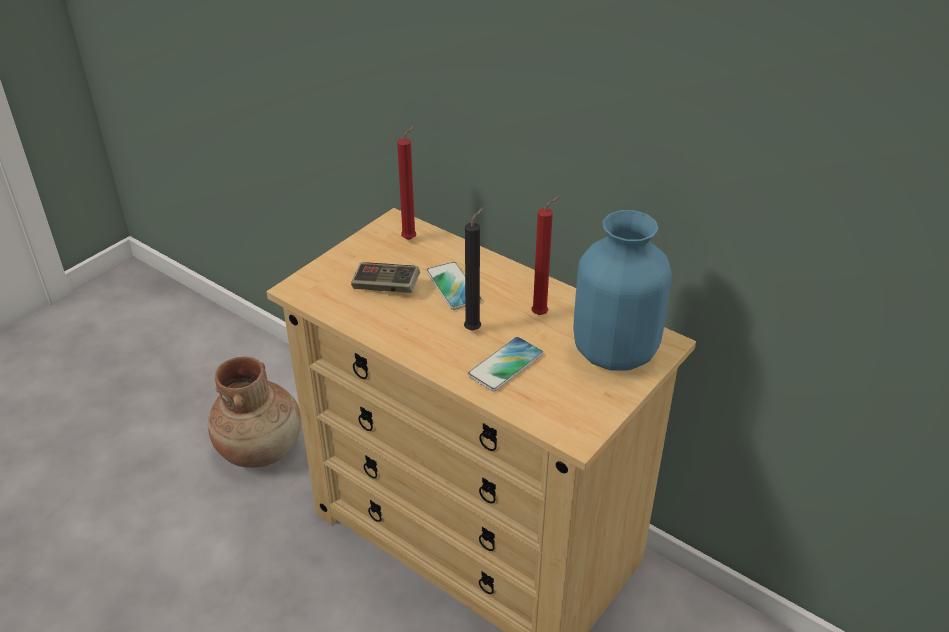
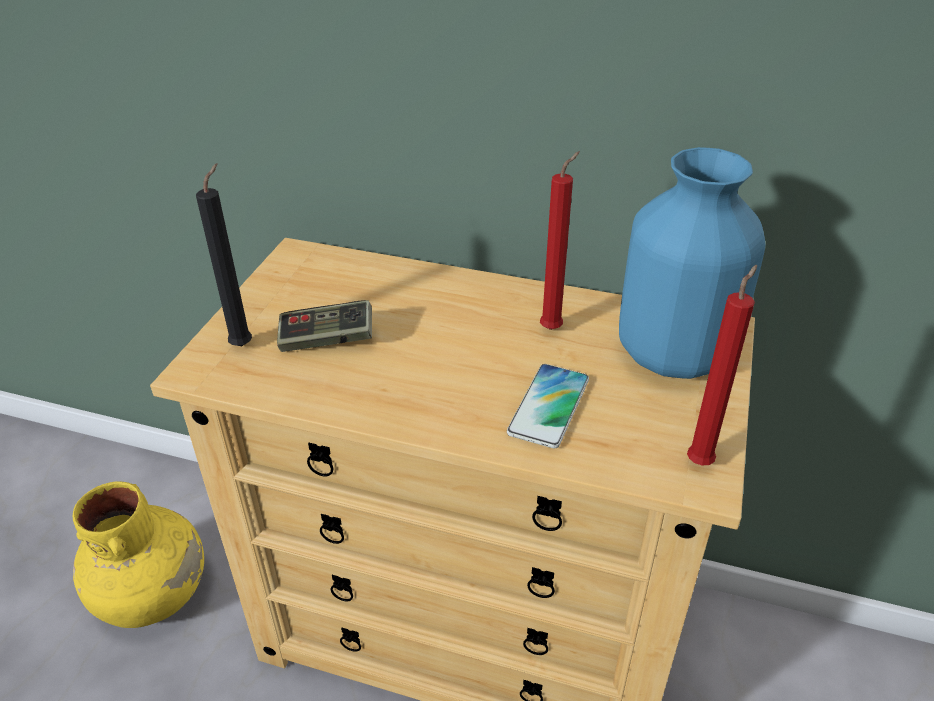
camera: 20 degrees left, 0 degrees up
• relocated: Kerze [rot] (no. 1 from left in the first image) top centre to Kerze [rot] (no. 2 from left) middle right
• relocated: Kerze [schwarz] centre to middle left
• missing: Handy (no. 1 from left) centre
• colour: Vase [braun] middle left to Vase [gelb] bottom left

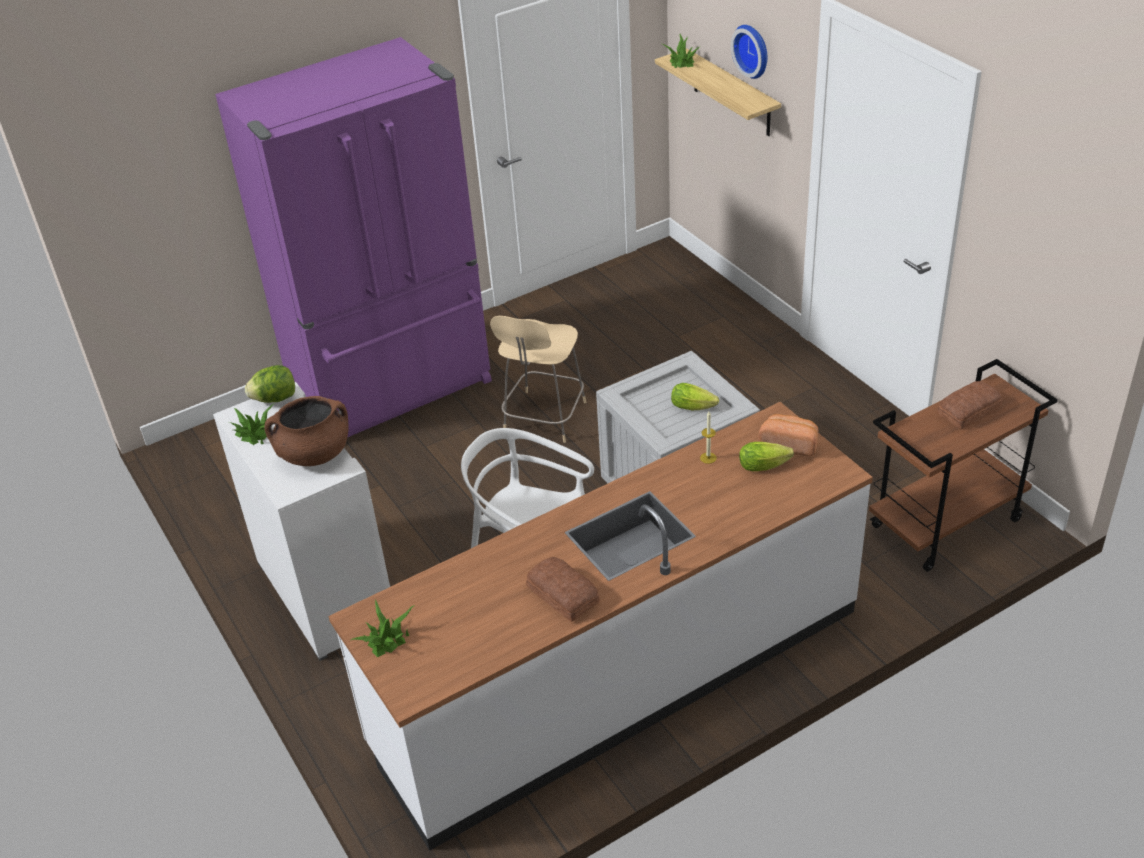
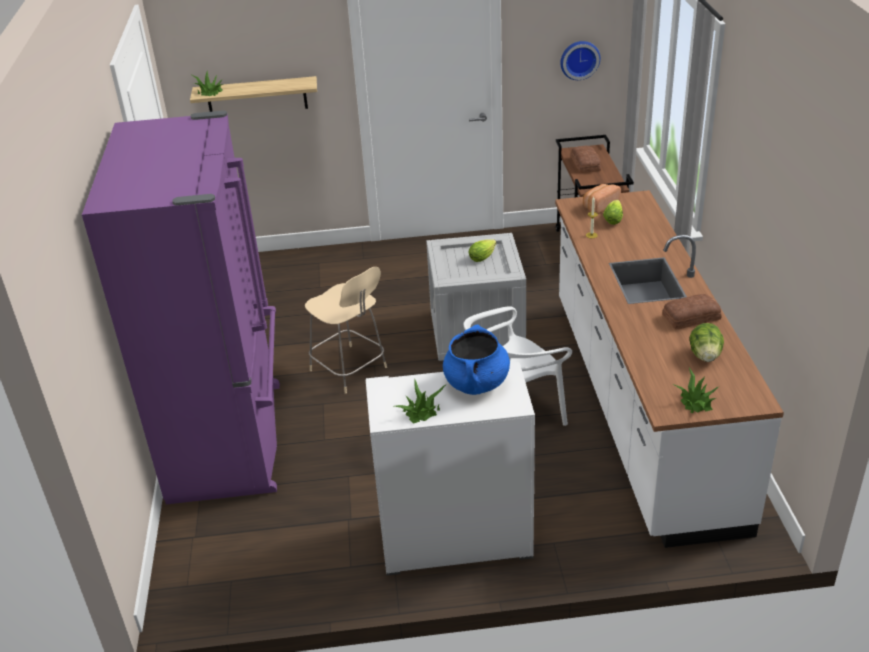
camera: 65 degrees left, 5 degrees down
• relocated: Wanduhr top centre to top right
• relocated: Salatkopf (no. 1 from left in the first image) middle left to Salatkopf (no. 3 from left) middle right
• colour: Kochtopf [braun] middle left to Kochtopf [blau] centre

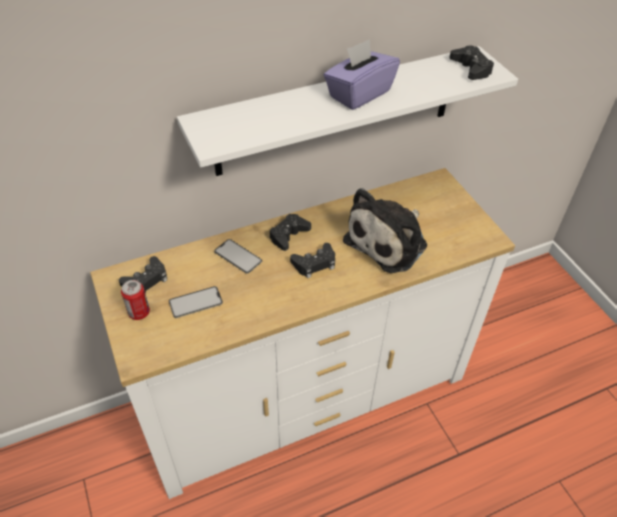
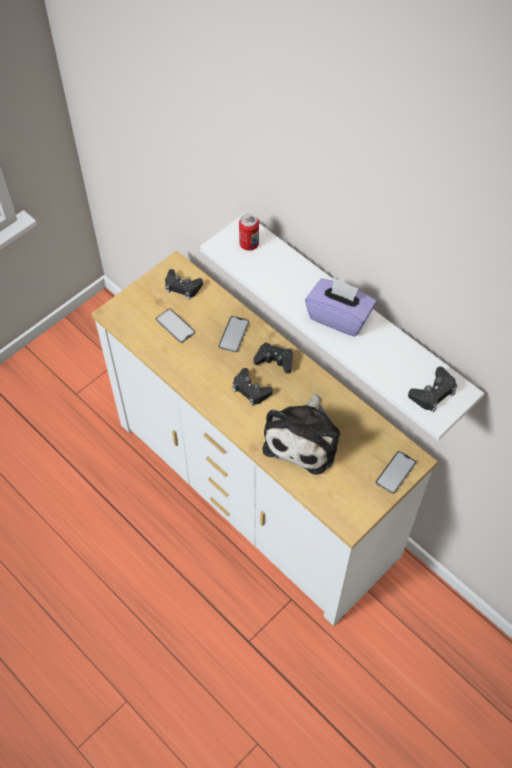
camera: 70 degrees right, 10 degrees up
• spun: Plüschtier centre = centre 90 degrees counterclockwise
• relocated: Dose middle left to top centre
• appeared: Handy (no. 3 from left) middle right

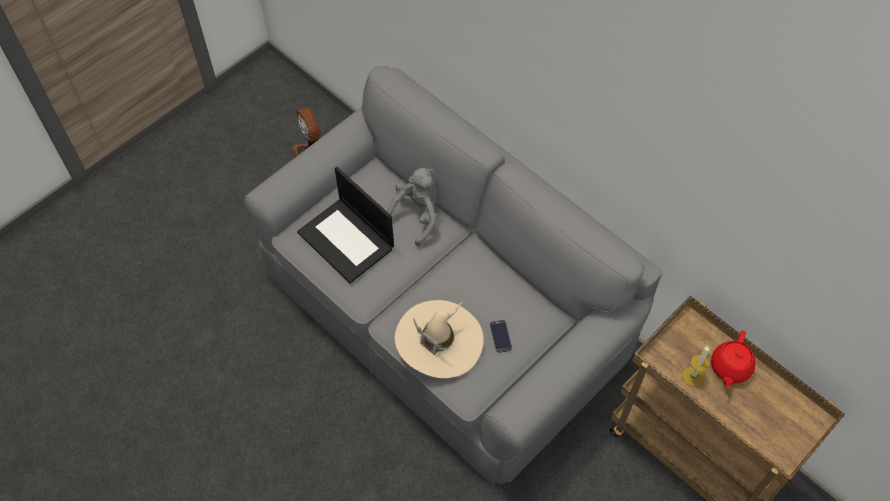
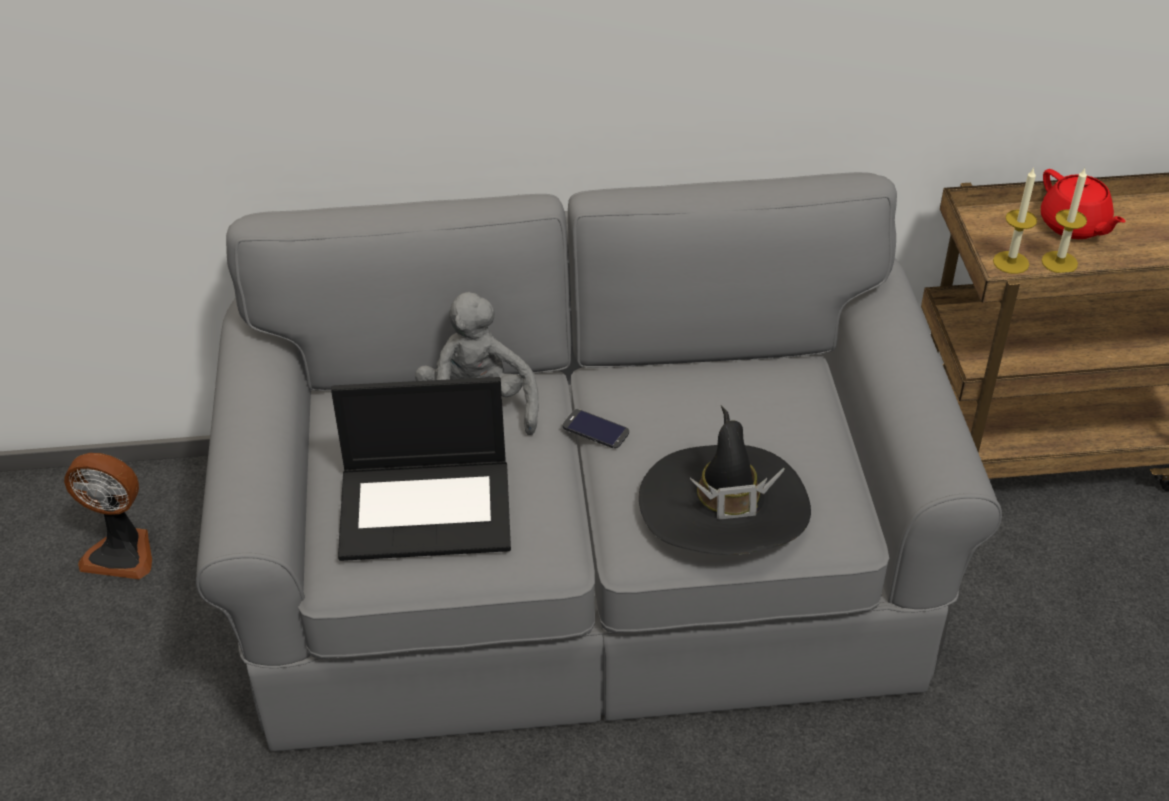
camera: 50 degrees left, 15 degrees down
• colour: Hut [beige] bottom centre to Hut [schwarz] centre
• relocated: Handy bottom centre to centre
• appeared: Kerze (no. 1 from left) top right

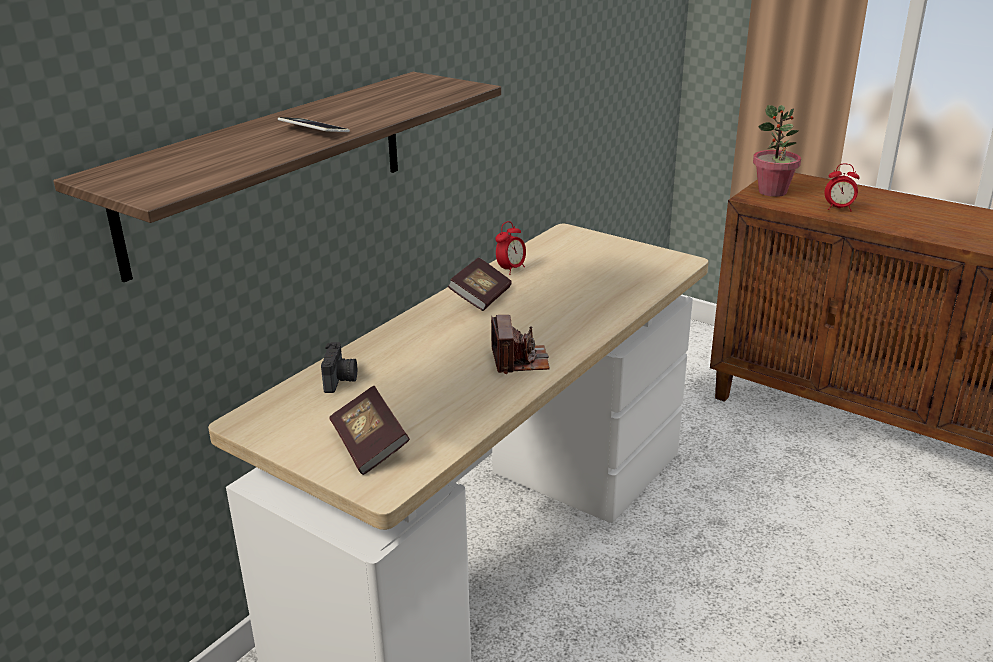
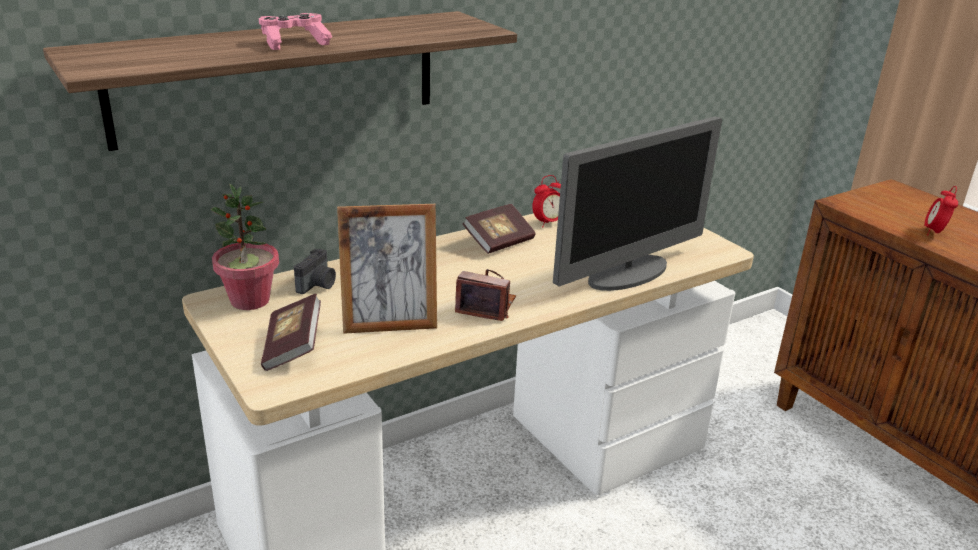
camera: 20 degrees right, 0 degrees up
• relocated: Topfpflanze top right to middle left
• exchanged: Handy top left to Gamepad [rosa] top left
• spun: Wecker (no. 2 from left) top right = middle right 75 degrees clockwise
• spun: Kamera (no. 2 from left) centre = centre 90 degrees counterclockwise
• appeared: Monitor centre
• appeared: Bilderrahmen centre

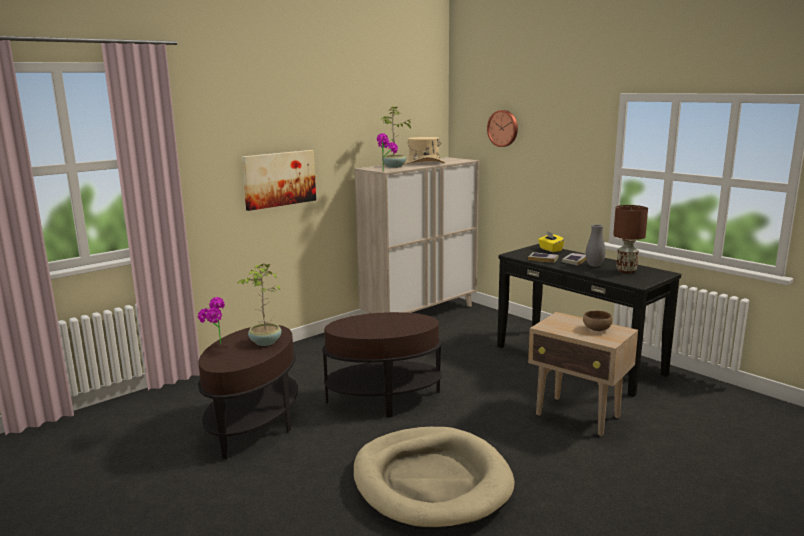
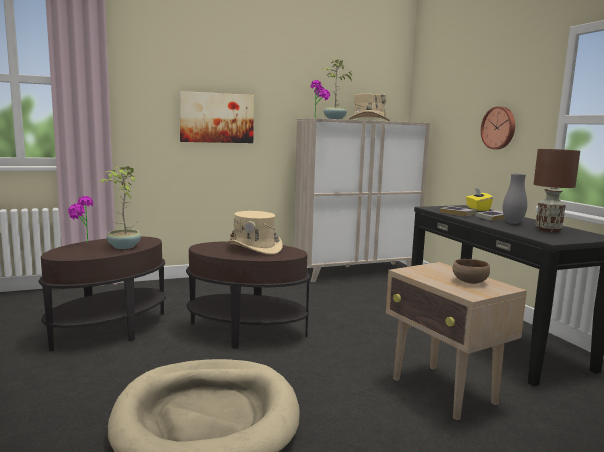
camera: 20 degrees right, 5 degrees down
• relocated: Wanduhr top centre to top right
• appeared: Hut [beige] (no. 1 from left) centre

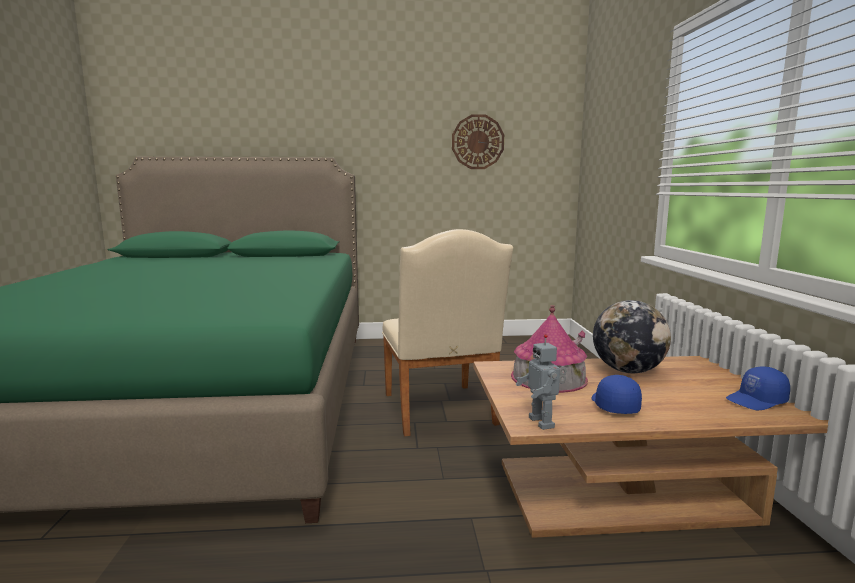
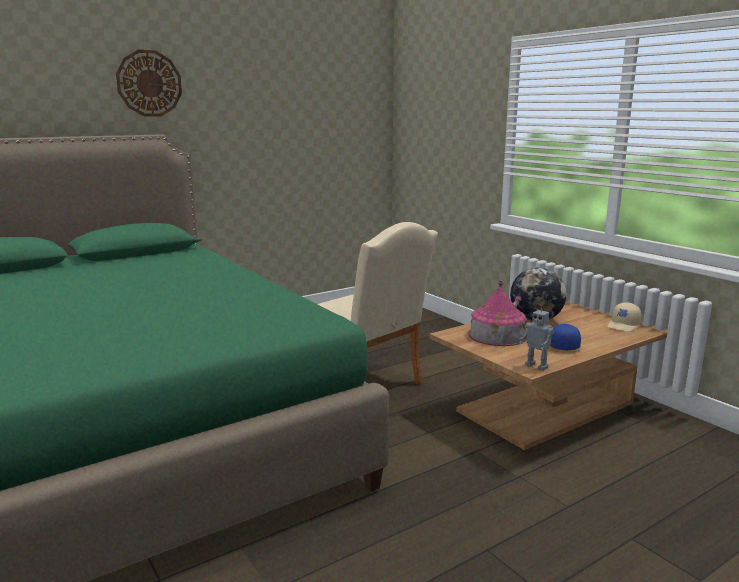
camera: 30 degrees left, 5 degrees up
• relocated: Wanduhr top centre to top left
• colour: Kappe [blau] (no. 2 from left) middle right to Kappe [beige] middle right

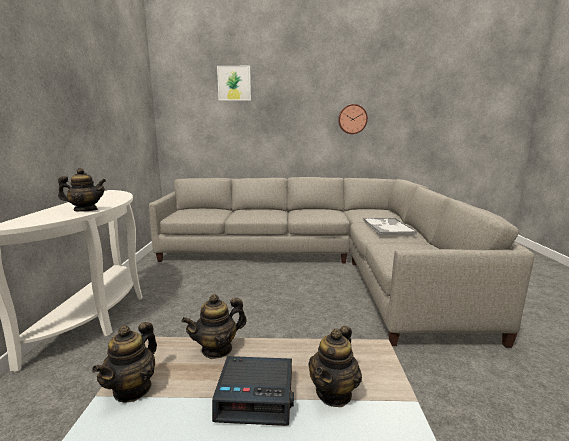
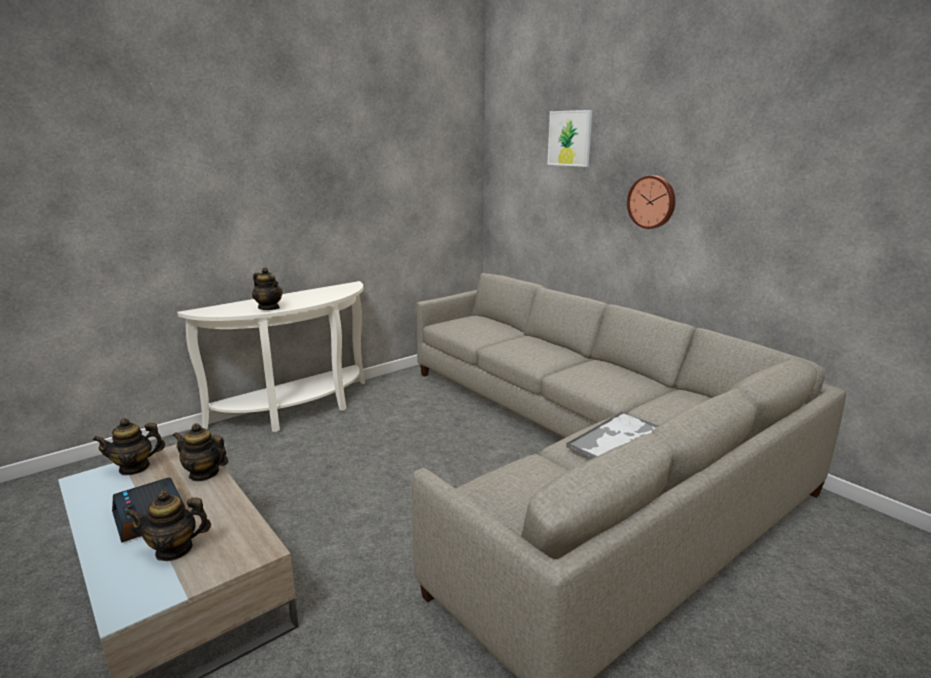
camera: 50 degrees right, 5 degrees up
• relocated: Wanduhr top centre to top right

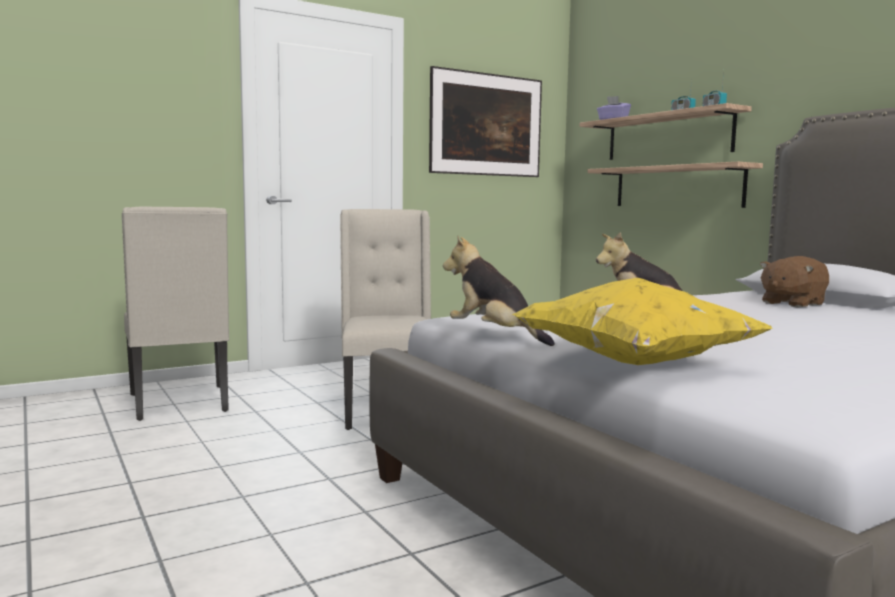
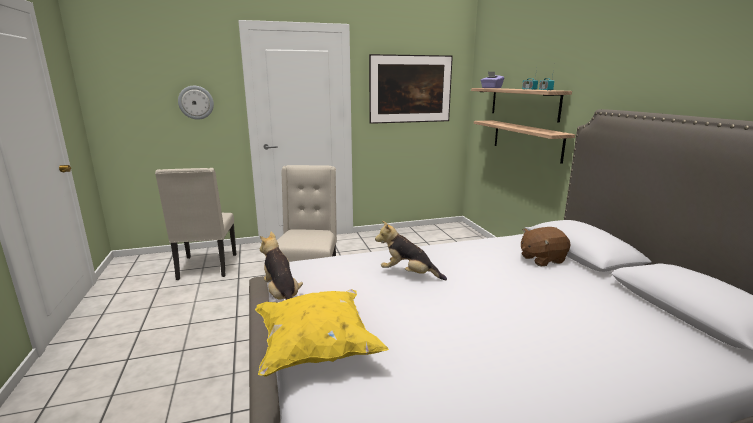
camera: 15 degrees right, 10 degrees up
• appeared: Wanduhr top left

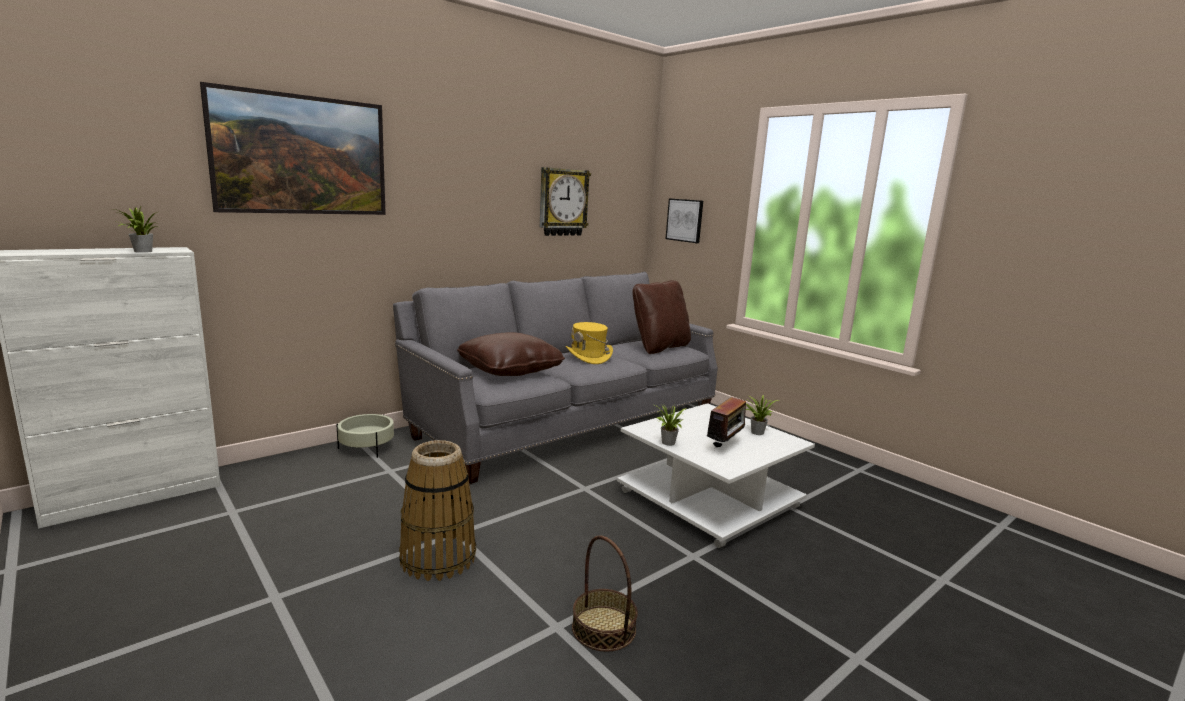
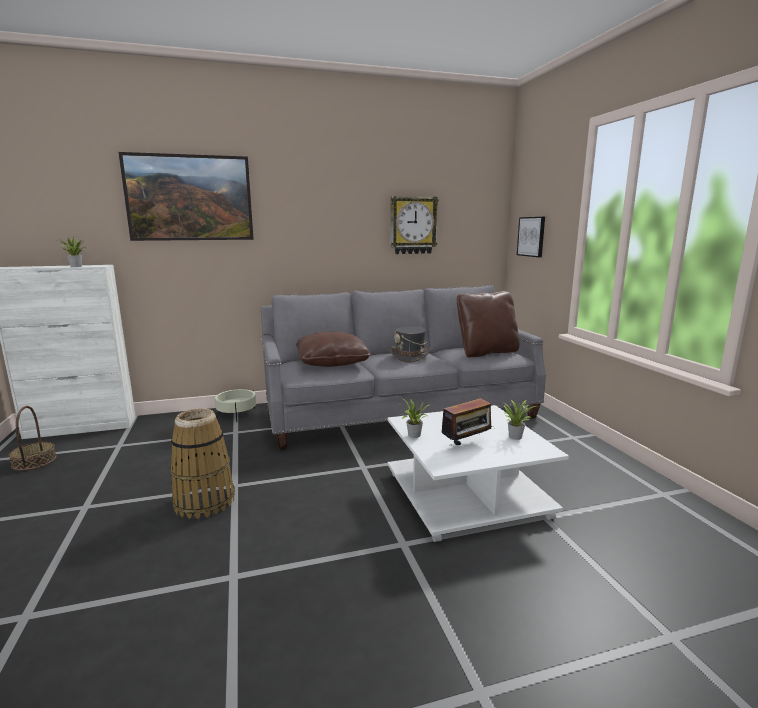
camera: 25 degrees right, 0 degrees up
• colour: Hut [gelb] centre to Hut [grau] centre
• relocated: Korb (no. 2 from left in the first image) bottom centre to Korb (no. 1 from left) middle left

